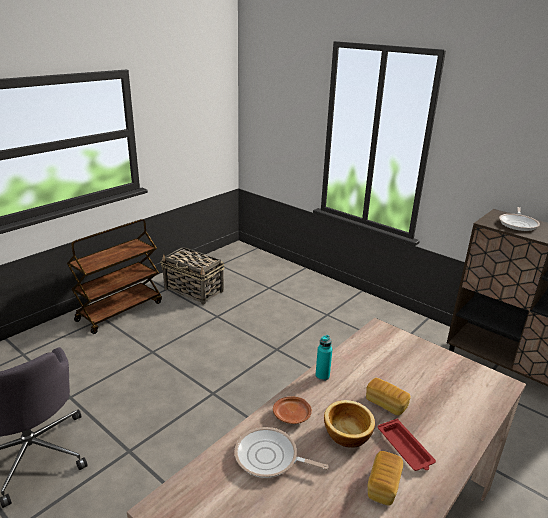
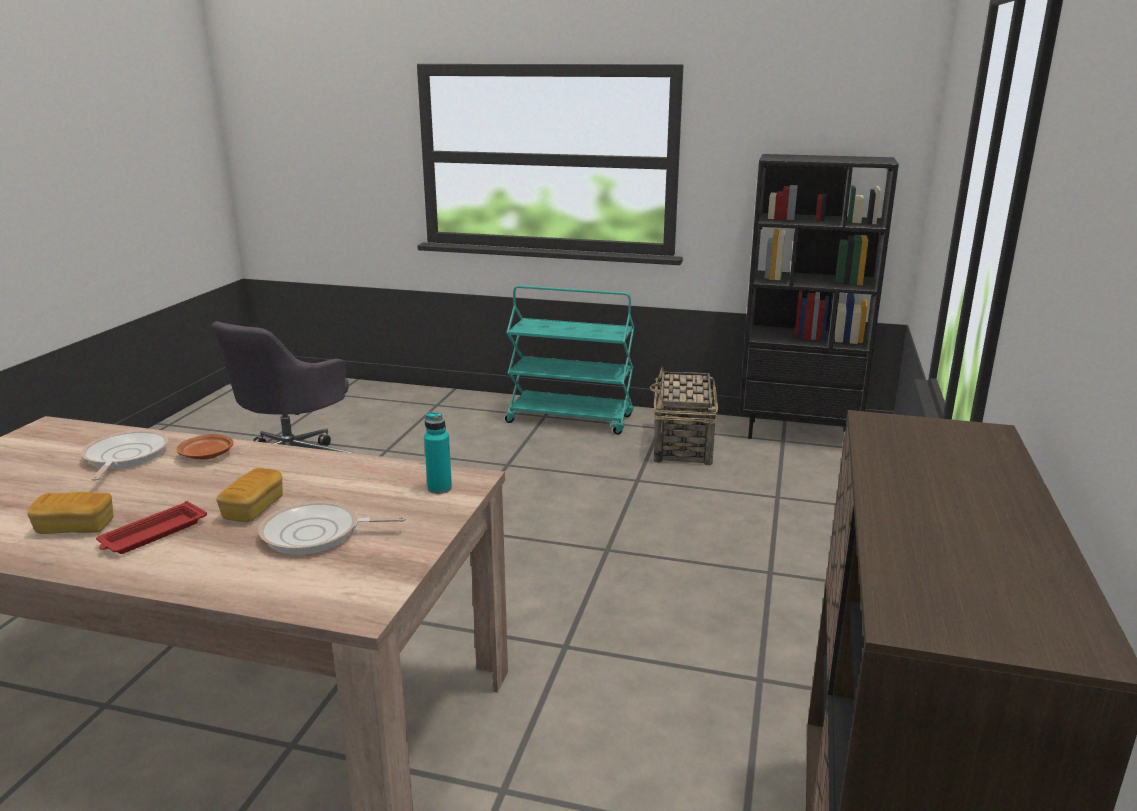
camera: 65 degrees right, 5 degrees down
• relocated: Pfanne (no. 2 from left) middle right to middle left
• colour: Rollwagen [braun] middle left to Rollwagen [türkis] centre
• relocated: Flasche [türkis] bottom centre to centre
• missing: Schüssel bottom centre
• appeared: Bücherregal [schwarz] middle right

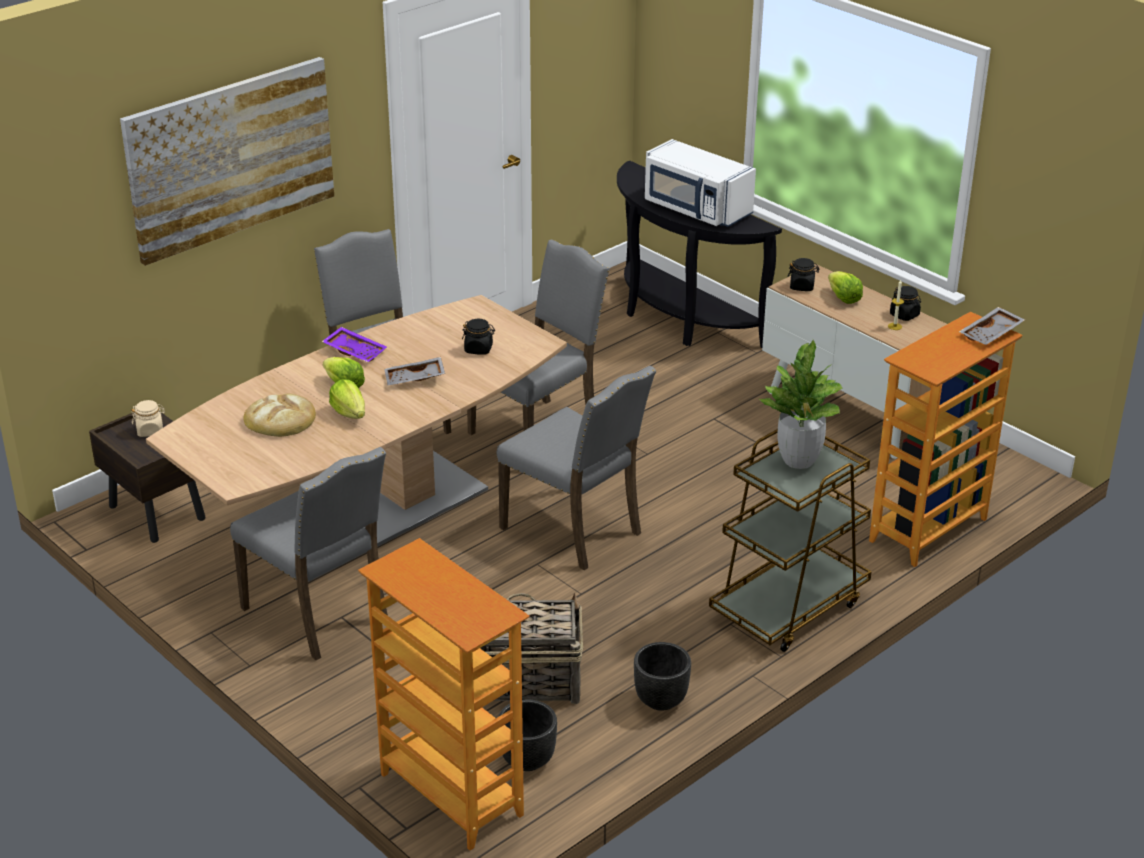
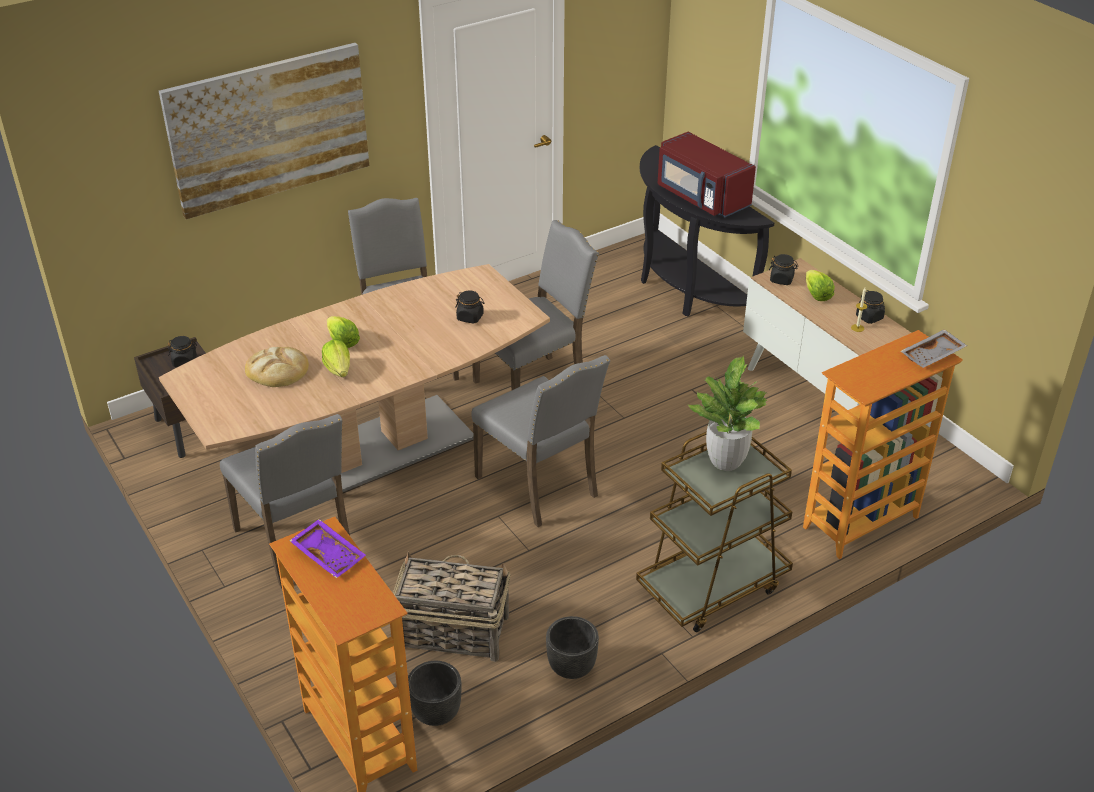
camera: 10 degrees right, 5 degrees up
• colour: Mikrowelle [weiß] top centre to Mikrowelle [rot] top centre
• relocated: Tablett [lila] middle left to bottom left
• missing: Tablett [grau] (no. 1 from left) centre
• colour: Vorratsglas [beige] middle left to Vorratsglas [schwarz] (no. 1 from left) middle left

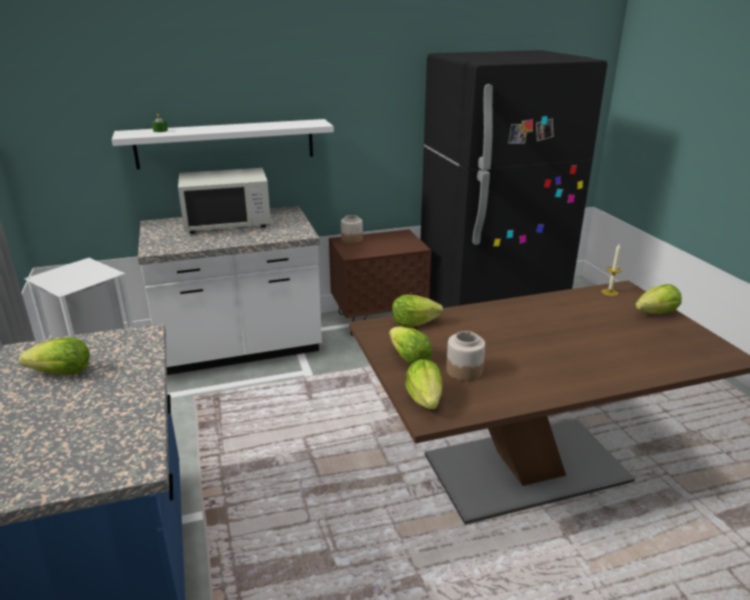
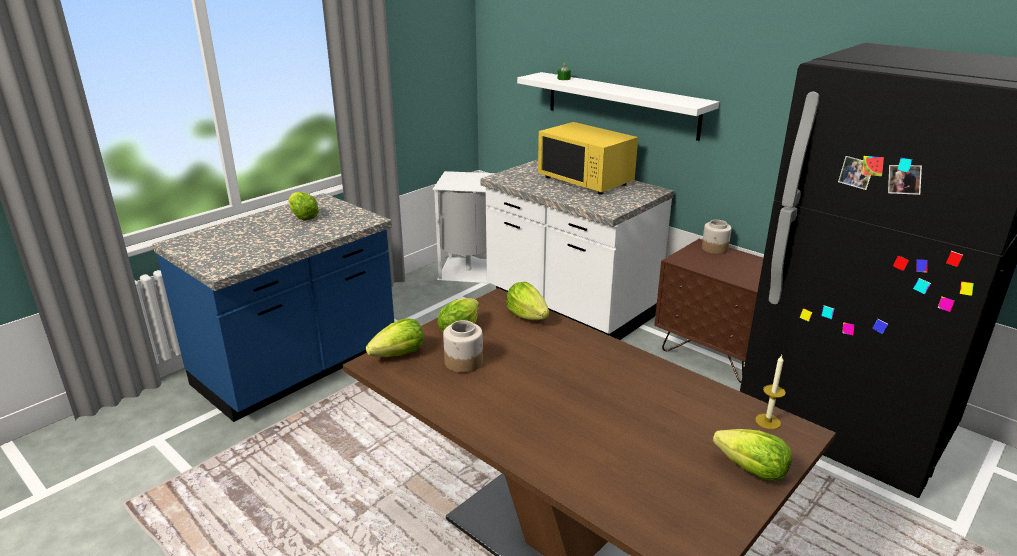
camera: 60 degrees right, 0 degrees up
• colour: Mikrowelle [weiß] middle left to Mikrowelle [gelb] top centre

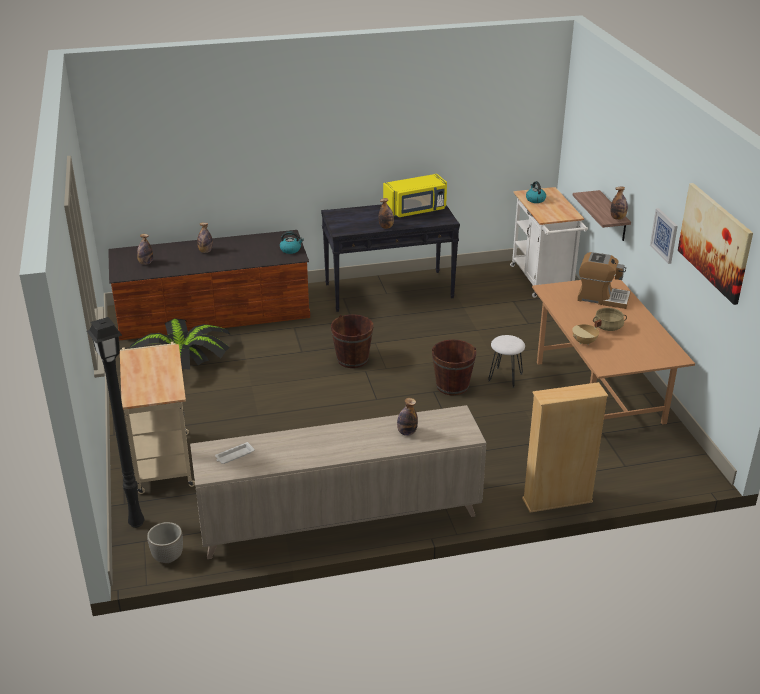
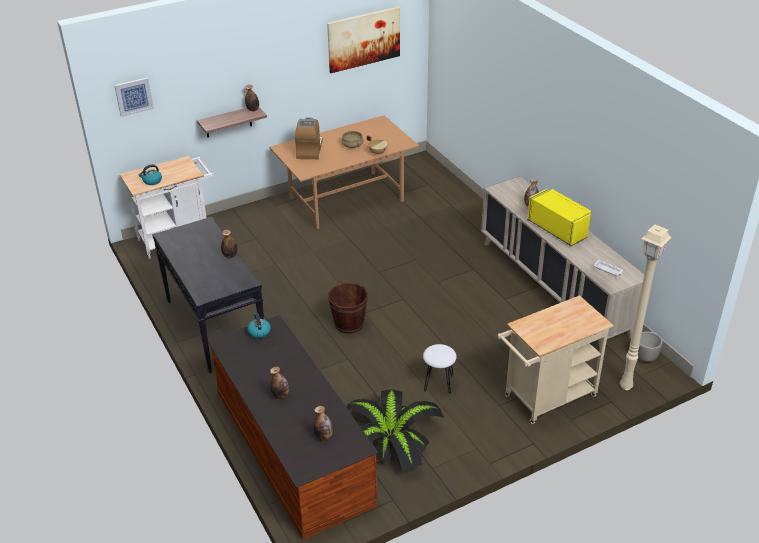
camera: 105 degrees left, 5 degrees up
• relocated: Mikrowelle [gelb] top centre to middle right
• relocated: Bild (no. 1 from left) middle right to top left
• colour: Stehlampe [schwarz] middle left to Stehlampe [beige] middle right
• relocated: Hocker [weiß] centre to bottom centre
• missing: Eimer [braun] (no. 2 from left) centre
• missing: Bücherregal [beige] middle right

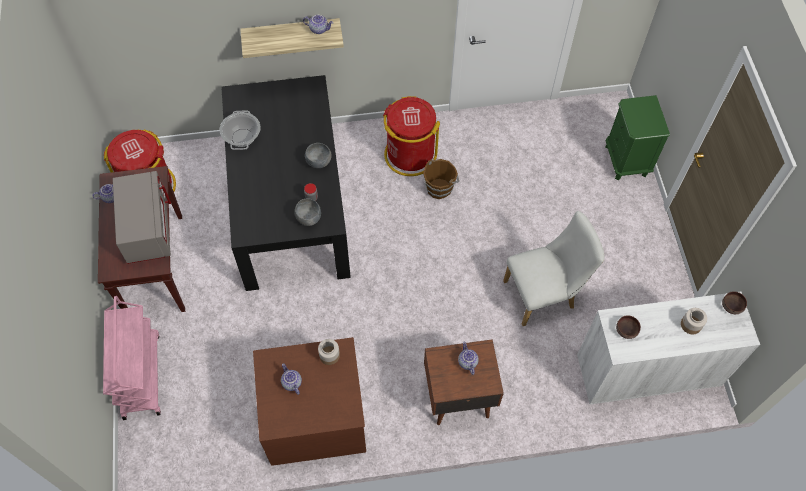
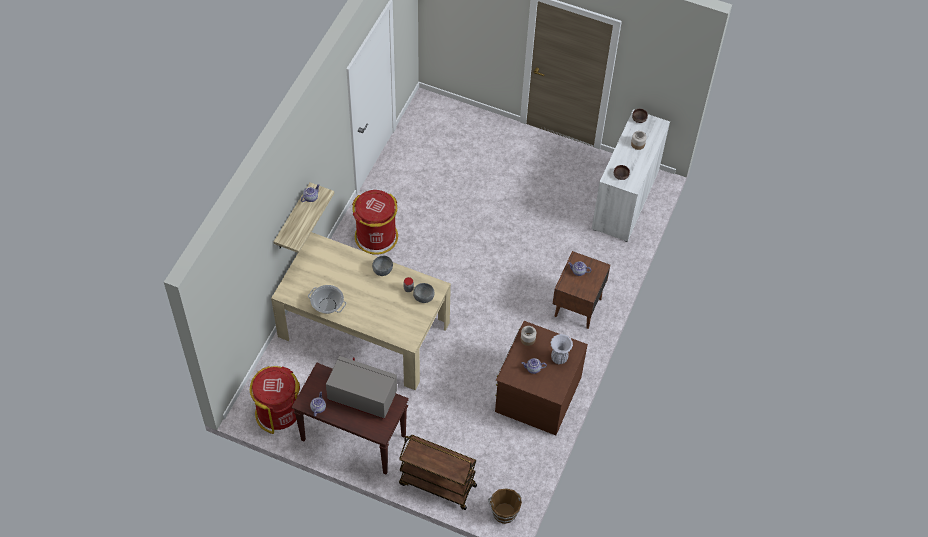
camera: 60 degrees left, 5 degrees down
• colour: Esstisch [schwarz] centre to Esstisch [beige] centre
• missing: Nachttisch [grün] top right
• relocated: Eimer [braun] centre to bottom centre
• missing: Stuhl [weiß] middle right
• colour: Rollwagen [rosa] bottom left to Rollwagen [braun] bottom centre
• appeared: Vase [weiß] centre

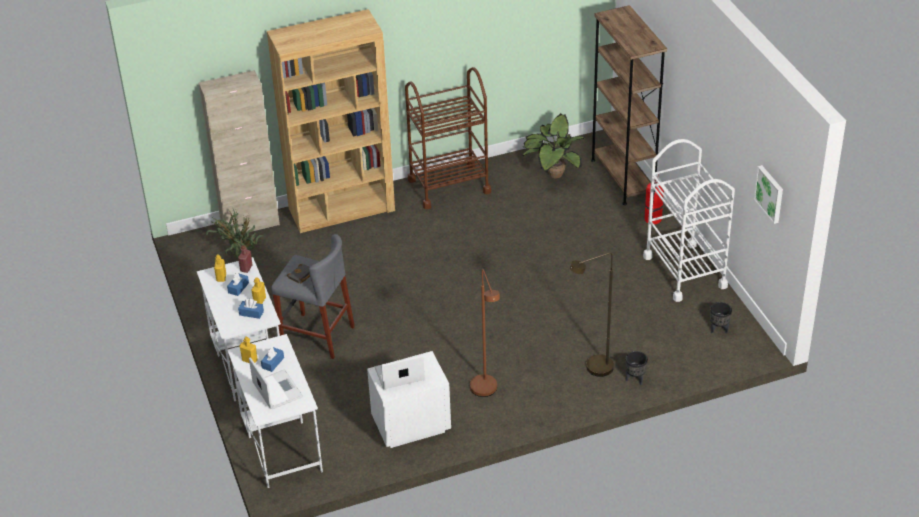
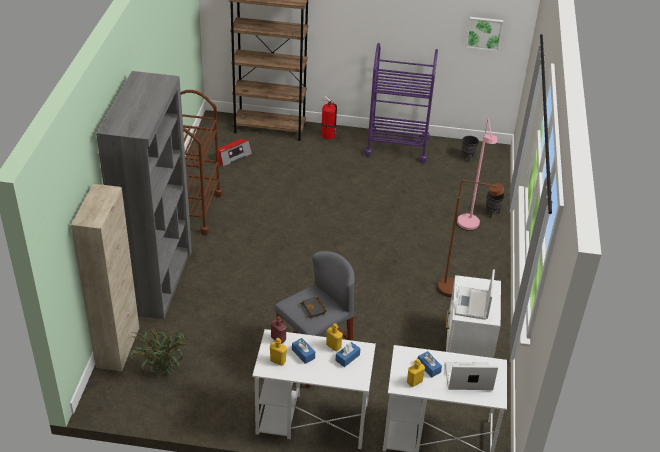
camera: 65 degrees left, 0 degrees up
• colour: Bücherregal [braun] (no. 1 from left) top centre to Bücherregal [grau] middle left
• exchanged: Topfpflanze (no. 2 from left) top centre to Radio centre
• colour: Rollwagen [weiß] middle right to Rollwagen [lila] top centre
• colour: Stehlampe [braun] (no. 2 from left) centre to Stehlampe [rosa] middle right

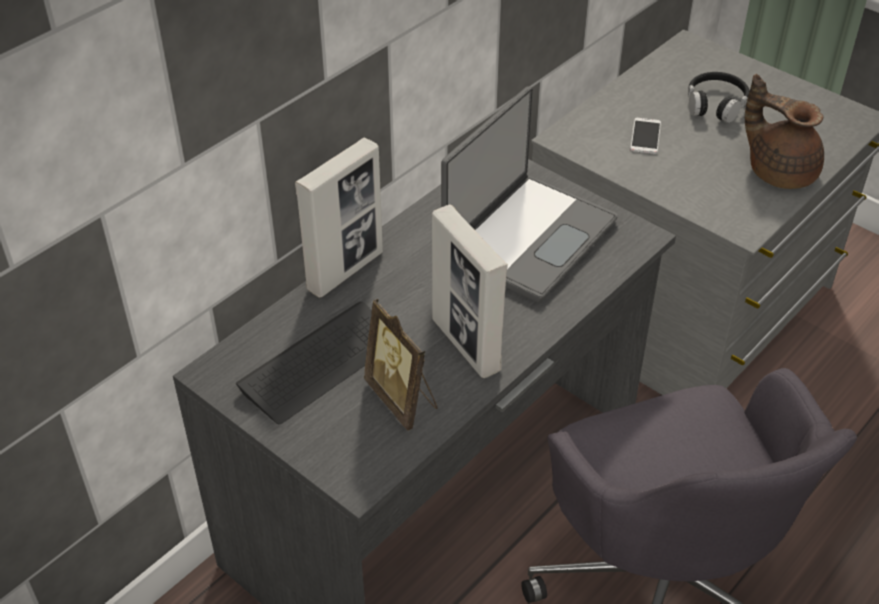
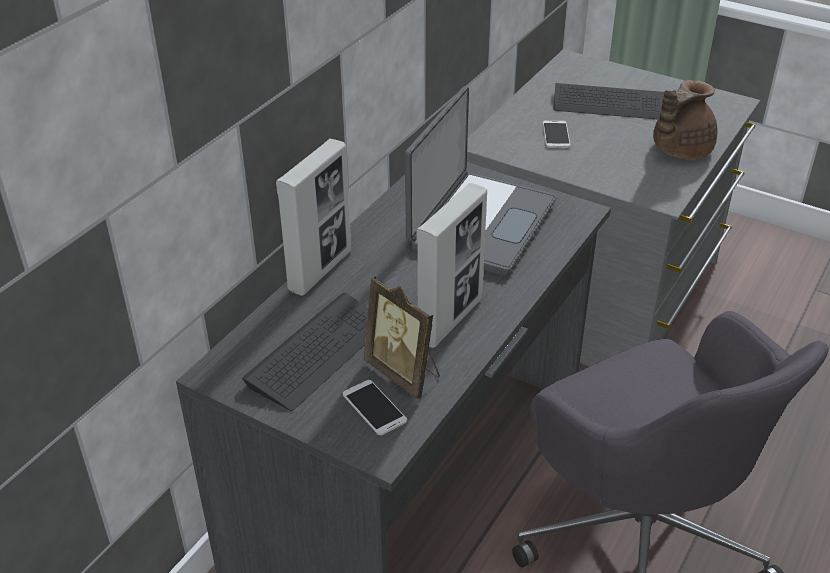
camera: 10 degrees left, 5 degrees down
• exchanged: Kopfhörer [schwarz] top right to Tastatur (no. 2 from left) top right
• spun: Teekanne [braun] top right = top right 75 degrees counterclockwise
• spun: Bilderrahmen (no. 3 from left) centre = centre 105 degrees counterclockwise
• appeared: Handy (no. 1 from left) bottom centre

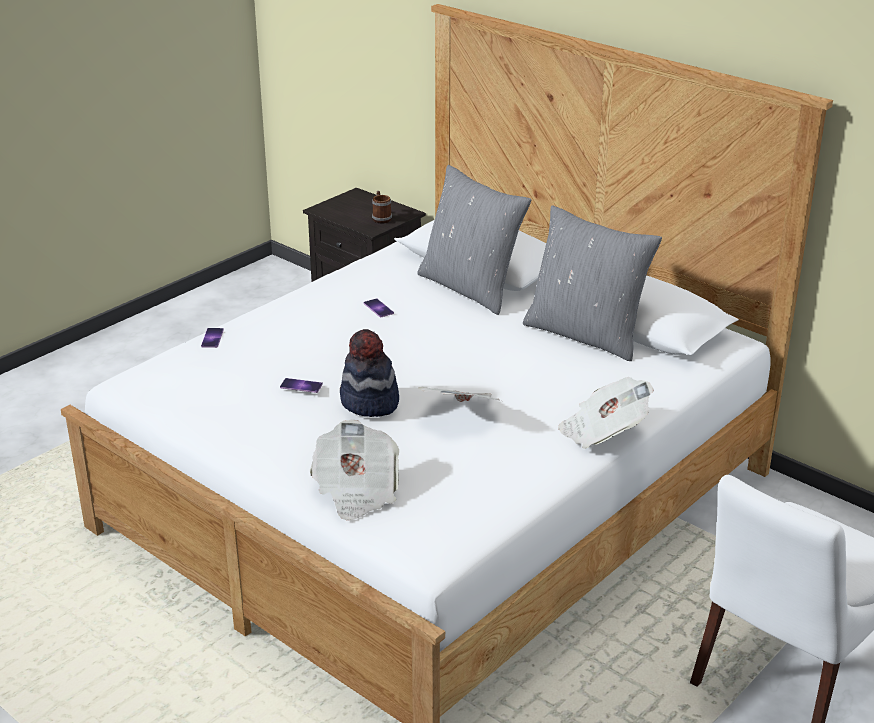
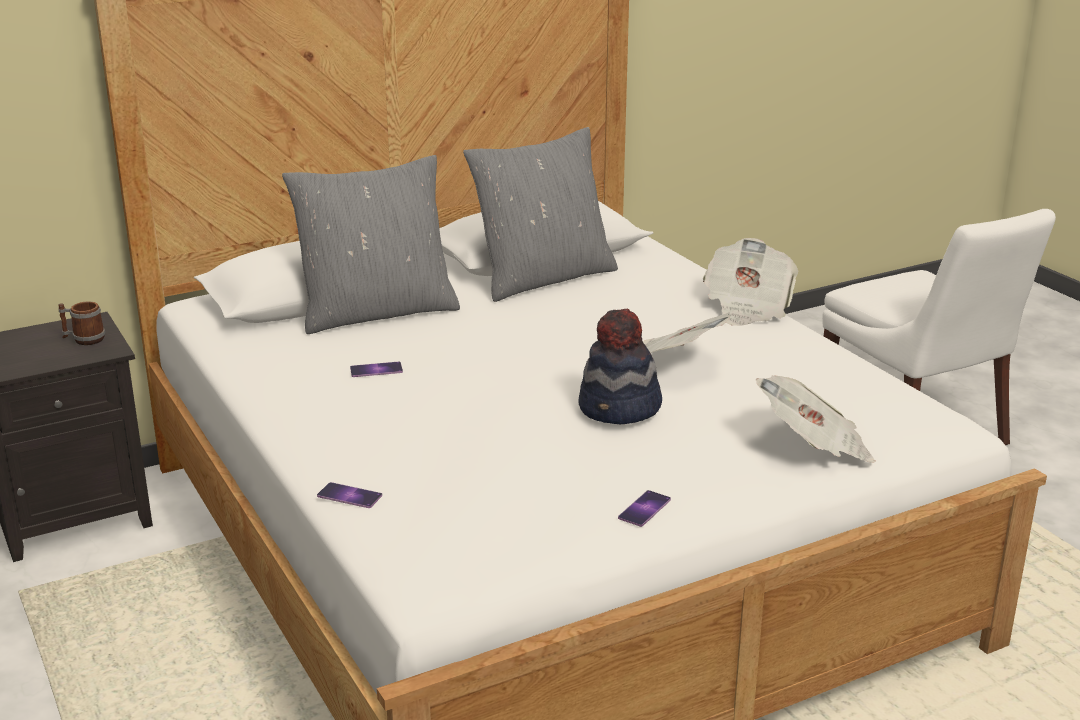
camera: 70 degrees left, 5 degrees down
• relocated: Handy (no. 2 from left in the first image) centre to Handy (no. 3 from left) bottom centre

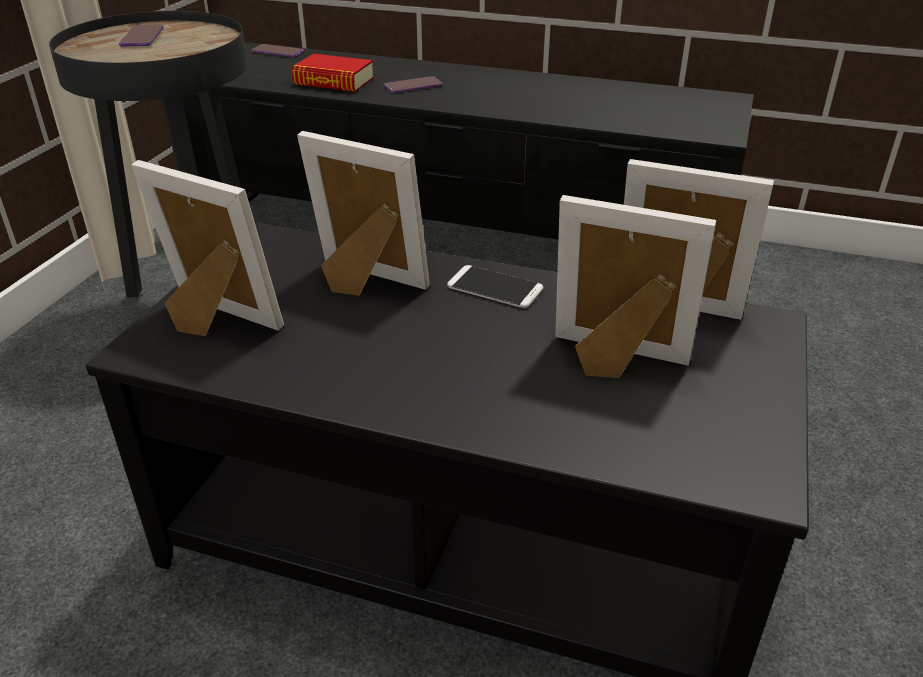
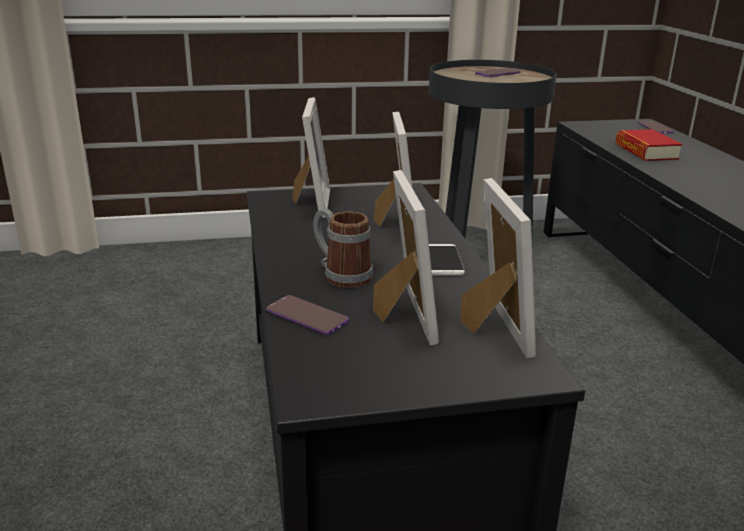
camera: 60 degrees right, 10 degrees down
• relocated: Handy (no. 3 from left in the first image) top centre to Handy (no. 1 from left) centre
• appeared: Henkelbecher centre

